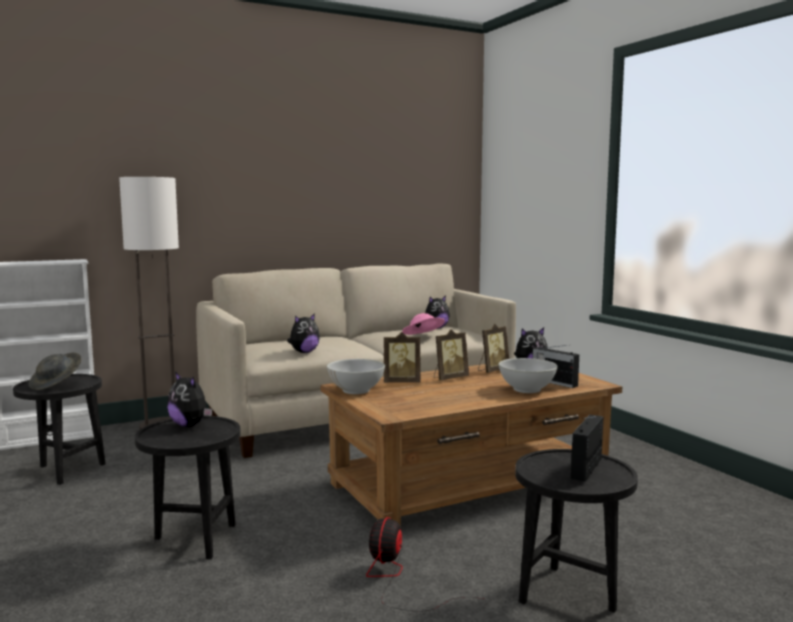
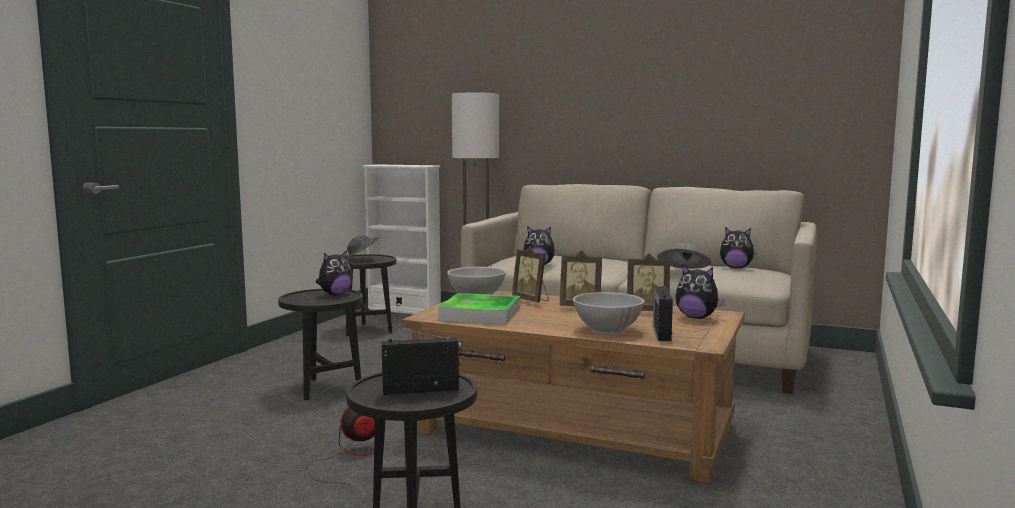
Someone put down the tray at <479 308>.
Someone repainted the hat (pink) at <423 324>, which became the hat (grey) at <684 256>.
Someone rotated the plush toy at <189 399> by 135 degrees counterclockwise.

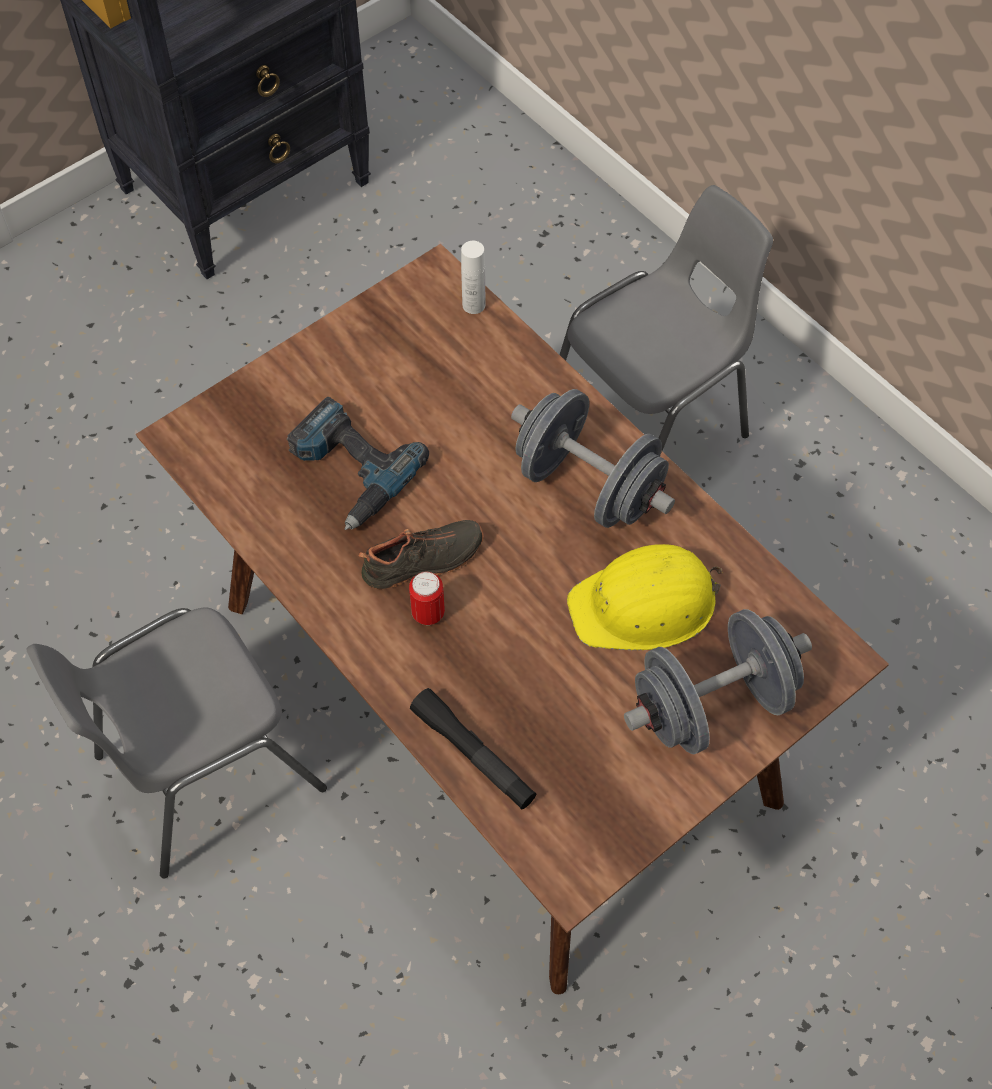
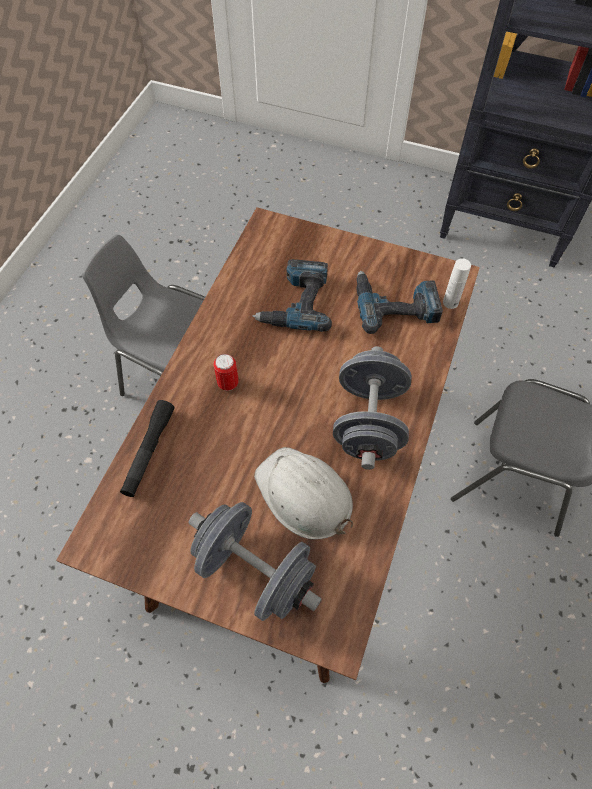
Someone took away the shoe (black) at <421 554>.
Someone put down the power drill at <399 302>.
Someone repainted the hard hat (yellow) at <644 597>, which became the hard hat (white) at <303 493>.

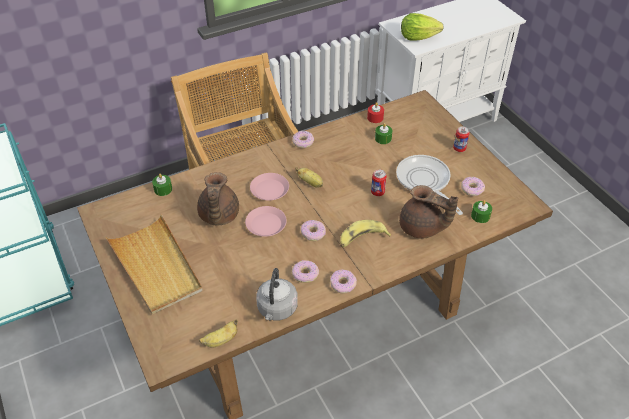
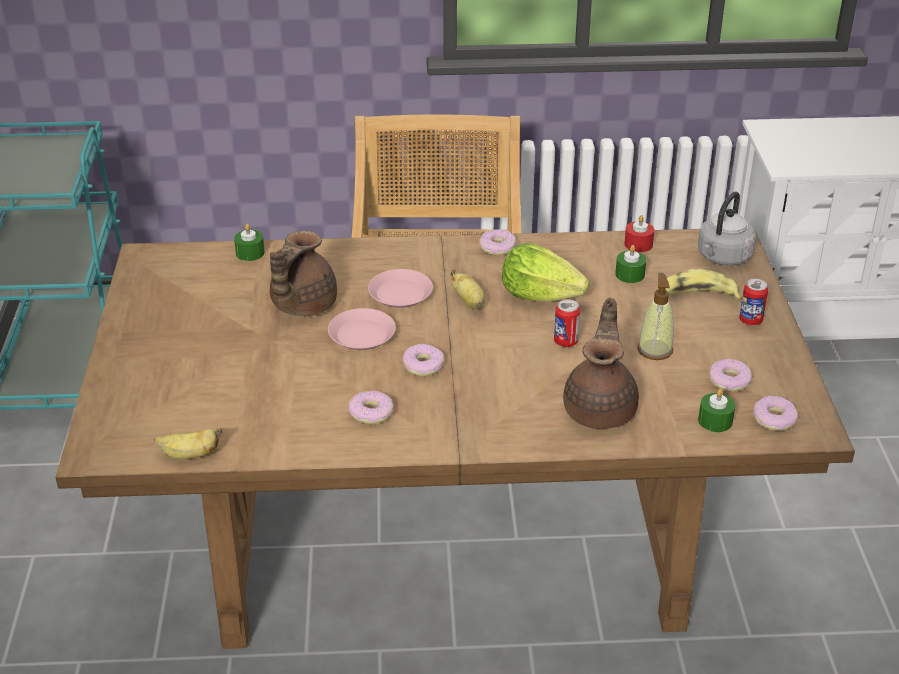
Someone took away the tray (beige) at <154 264>.
Someone carried the kettle (grey) from <277 294> to <727 228>.
Someone carried the donut from <343 282> to <775 413>.
Someone carried the banana from <365 234> to <704 284>.
Someone carried the lettuce from <422 27> to <545 272>.
Someone swapped the frying pan at <429 185> for the soap dispenser at <655 316>.
Someone rotated the teapot (brown) at <428 211> by 135 degrees counterclockwise.

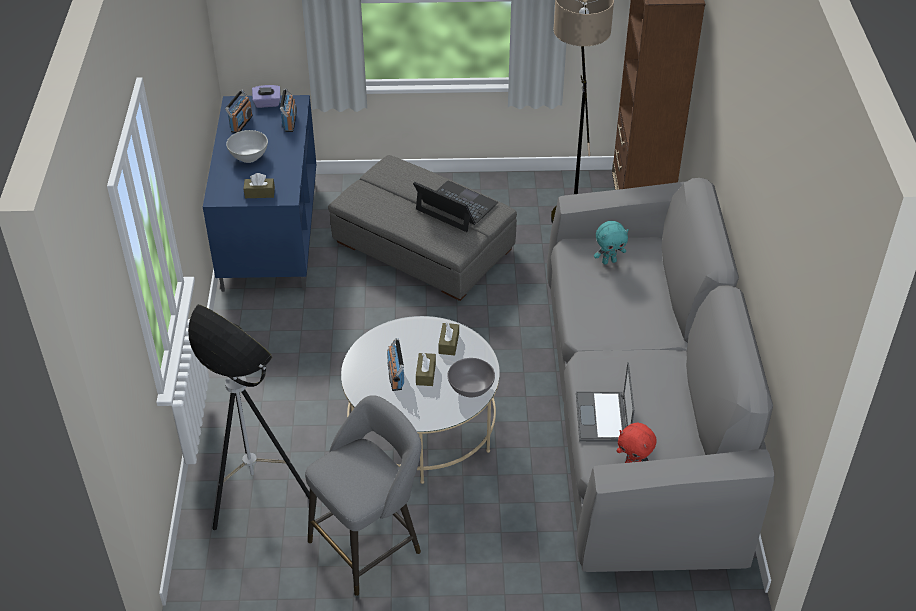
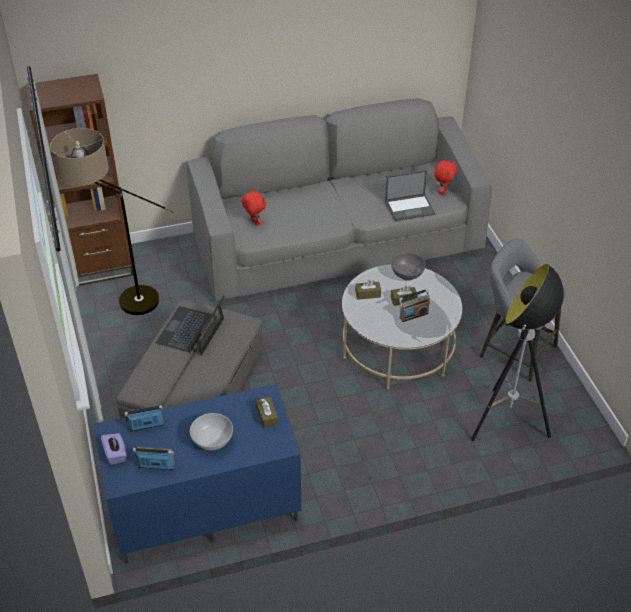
Someone repainted the plush toy (turquoise) at <611 243>, which became the plush toy (red) at <254 207>.

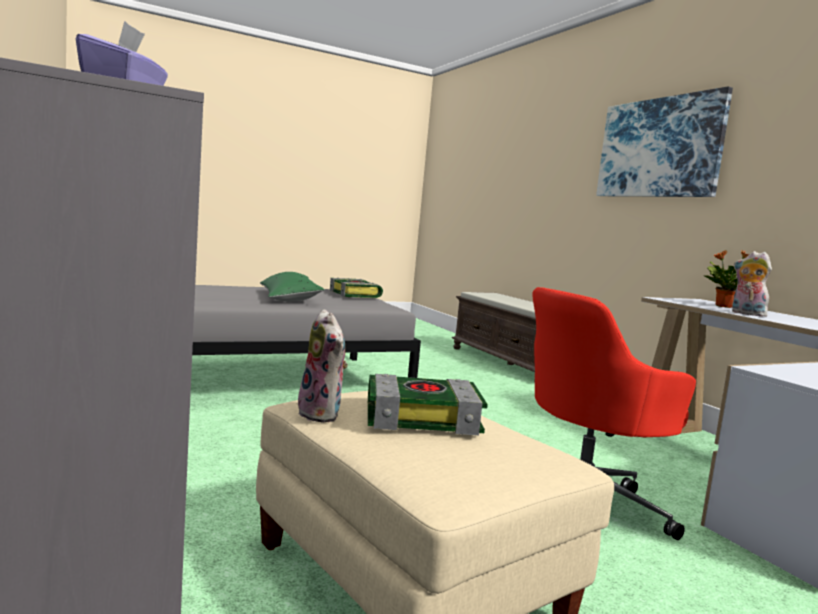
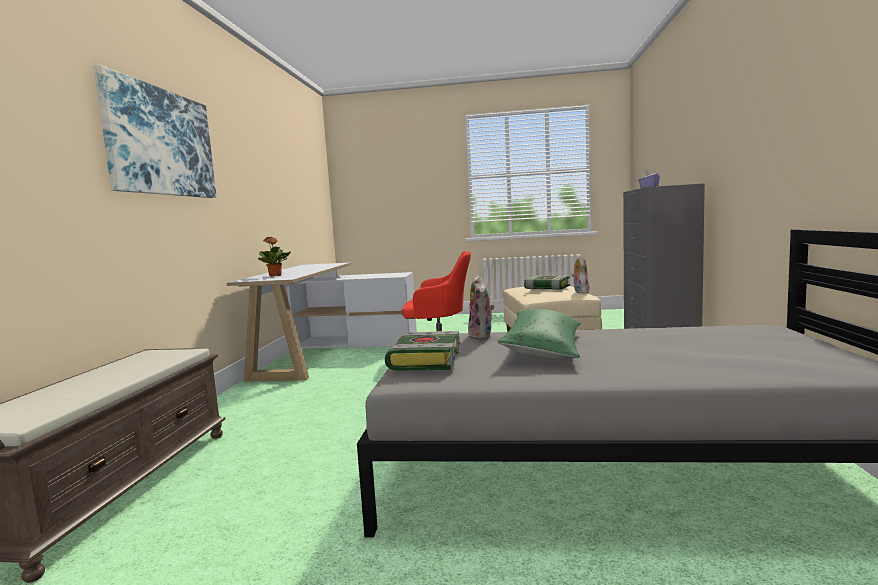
Someone carried the plush toy from <752 284> to <481 307>.

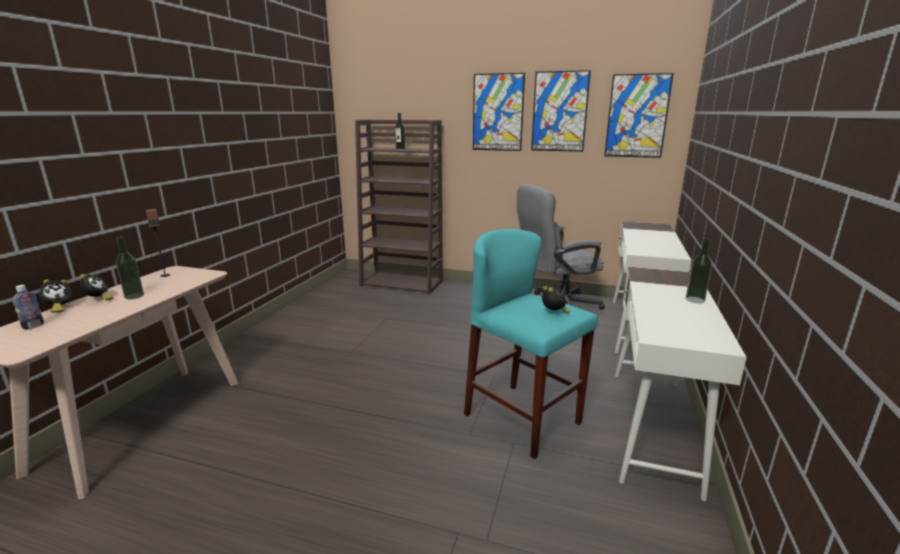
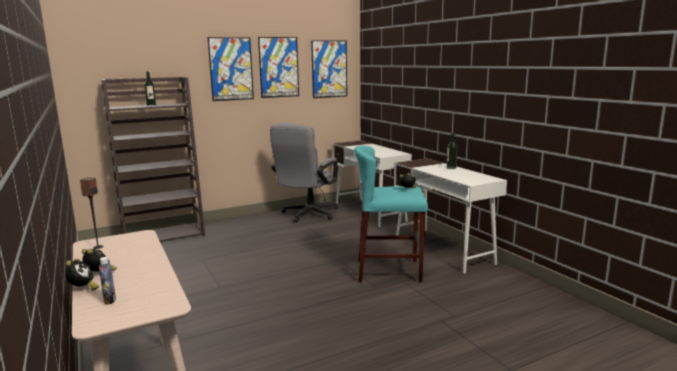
Someone took away the bottle at <130 268>.

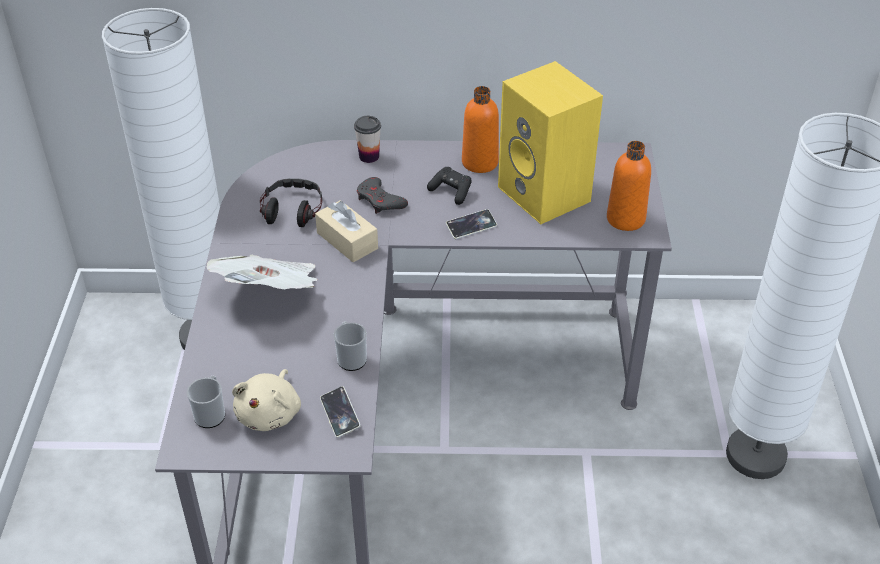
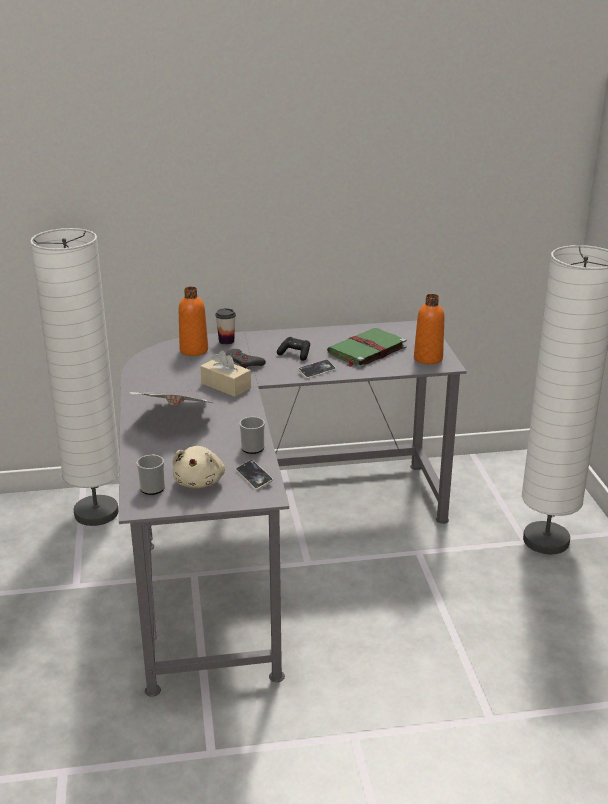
Someone took away the headphones at <291 202>.
Someone carried the bottle (orange) from <480 129> to <193 321>.
Someone swapped the speaker (yellow) at <550 142> for the book (green) at <367 348>.

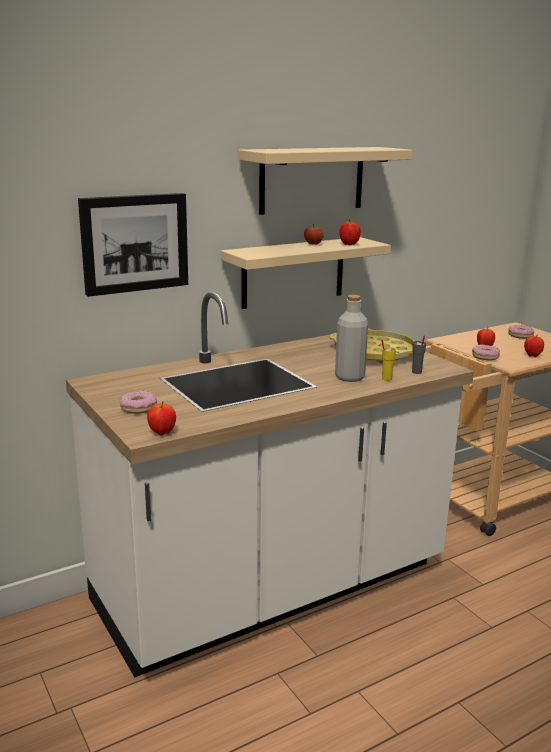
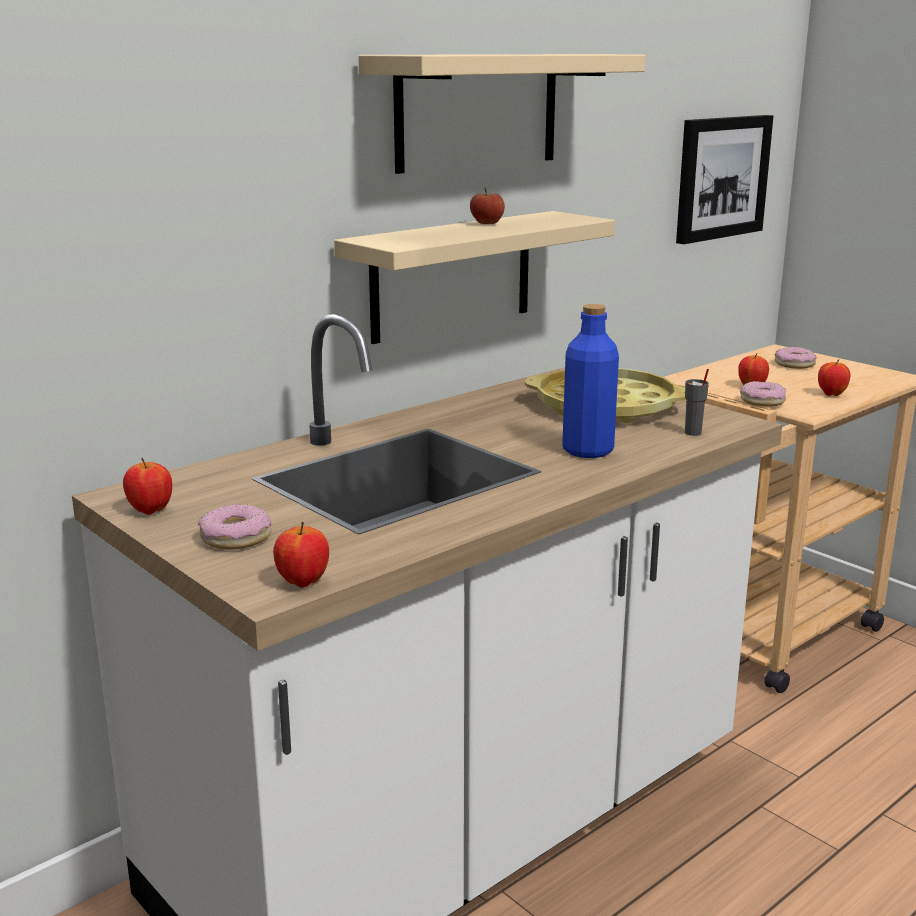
Someone took away the cup (yellow) at <388 360>.
Someone carried the picture from <133 245> to <724 179>.
Someone carried the apple from <350 232> to <147 486>.
Someone repainted the bottle (grey) at <351 338>, which became the bottle (blue) at <590 381>.

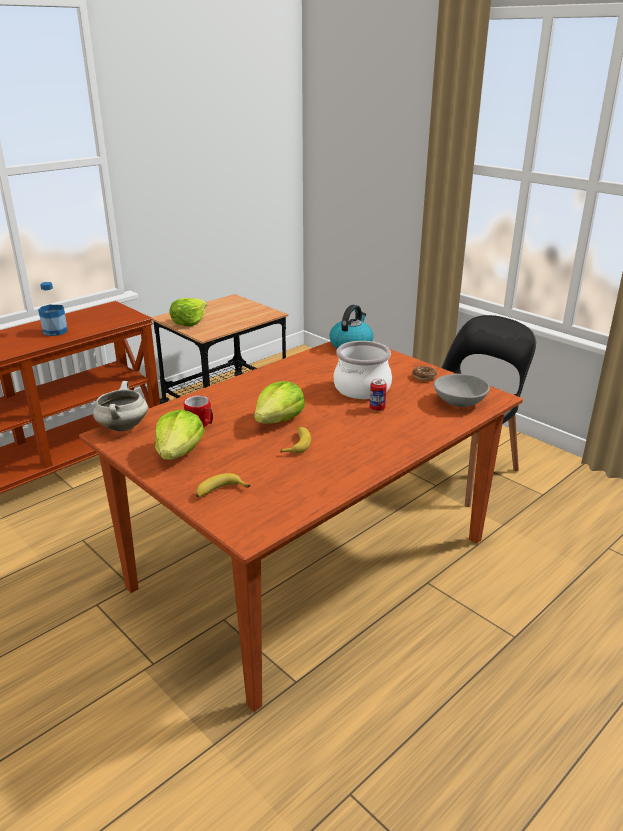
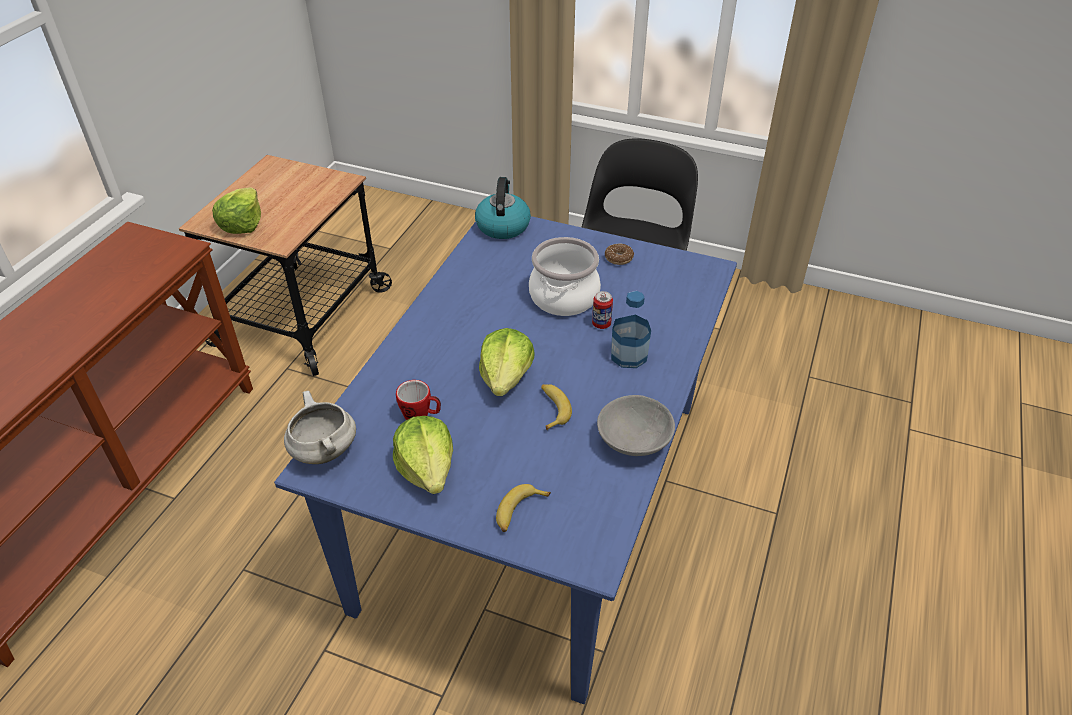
Someone carried the bottle from <52 309> to <631 329>.
Someone carried the bowl (grey) from <462 390> to <636 425>.
Someone repainted the dining table (brown) at <301 526>, which became the dining table (blue) at <505 460>.

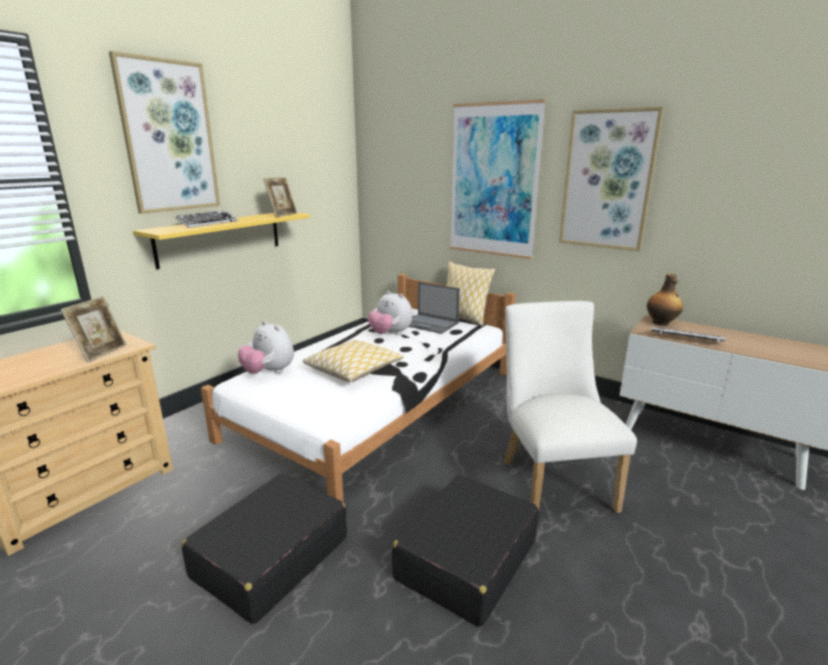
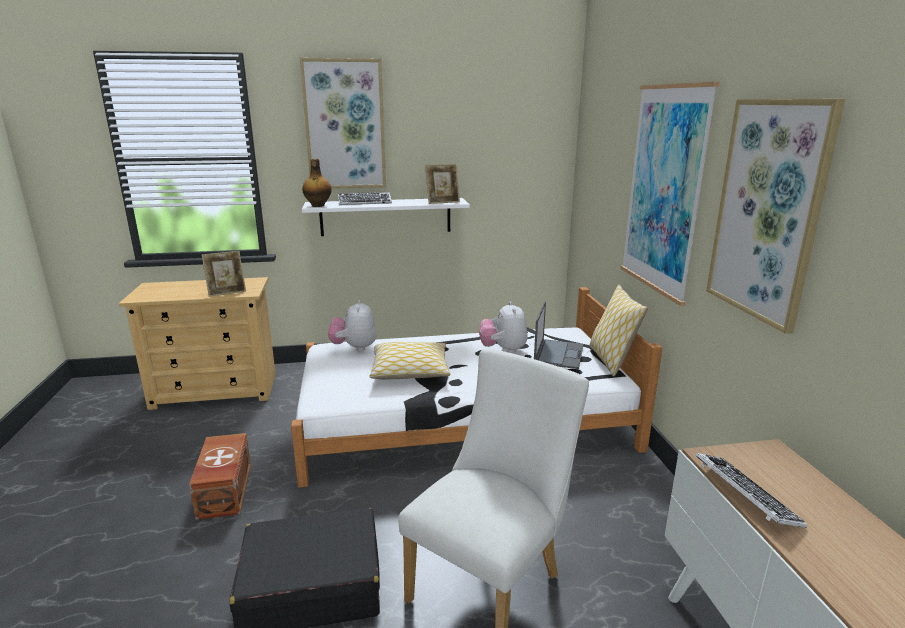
Someone carried the bottle from <665 300> to <317 183>.
Someone swapped the suitcase (black) at <264 548> for the storage box (brown) at <220 476>.
Someone repainted the shelf (yellow) at <221 241>, which became the shelf (white) at <386 217>.
Someone rotated the laptop at <434 308> by 150 degrees counterclockwise.

